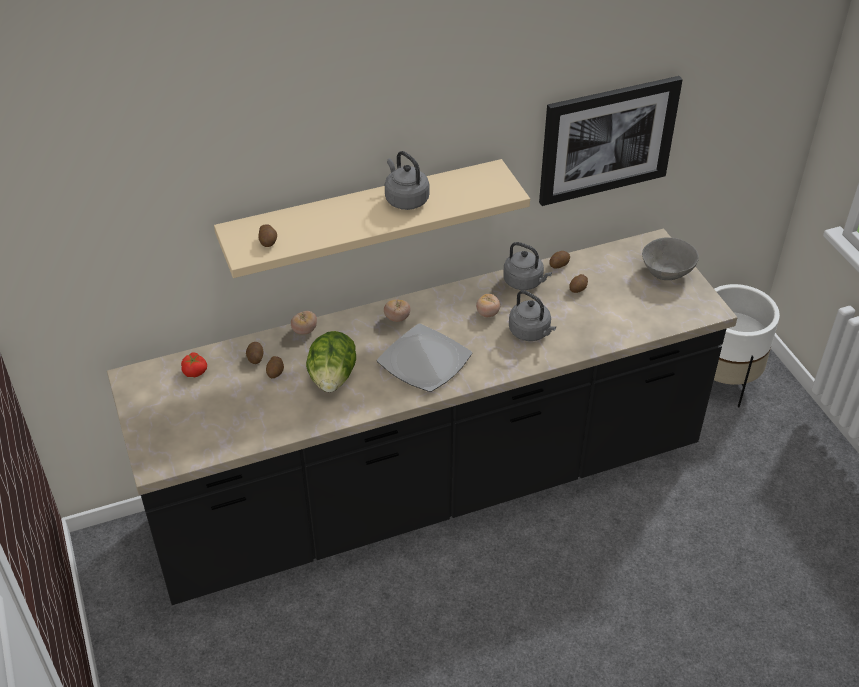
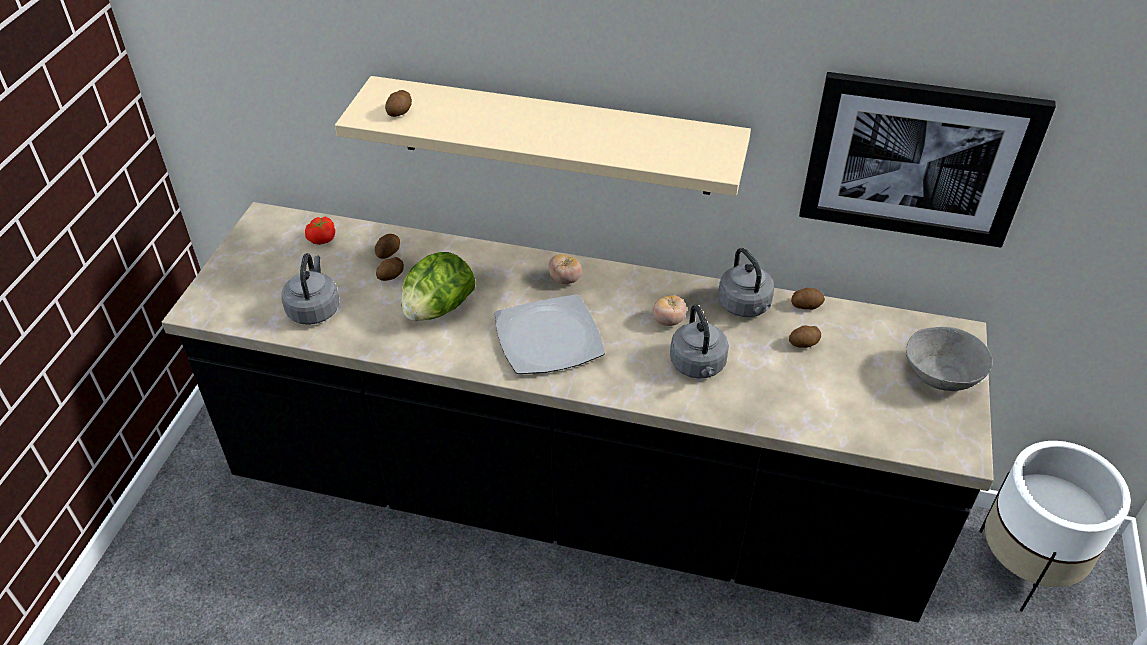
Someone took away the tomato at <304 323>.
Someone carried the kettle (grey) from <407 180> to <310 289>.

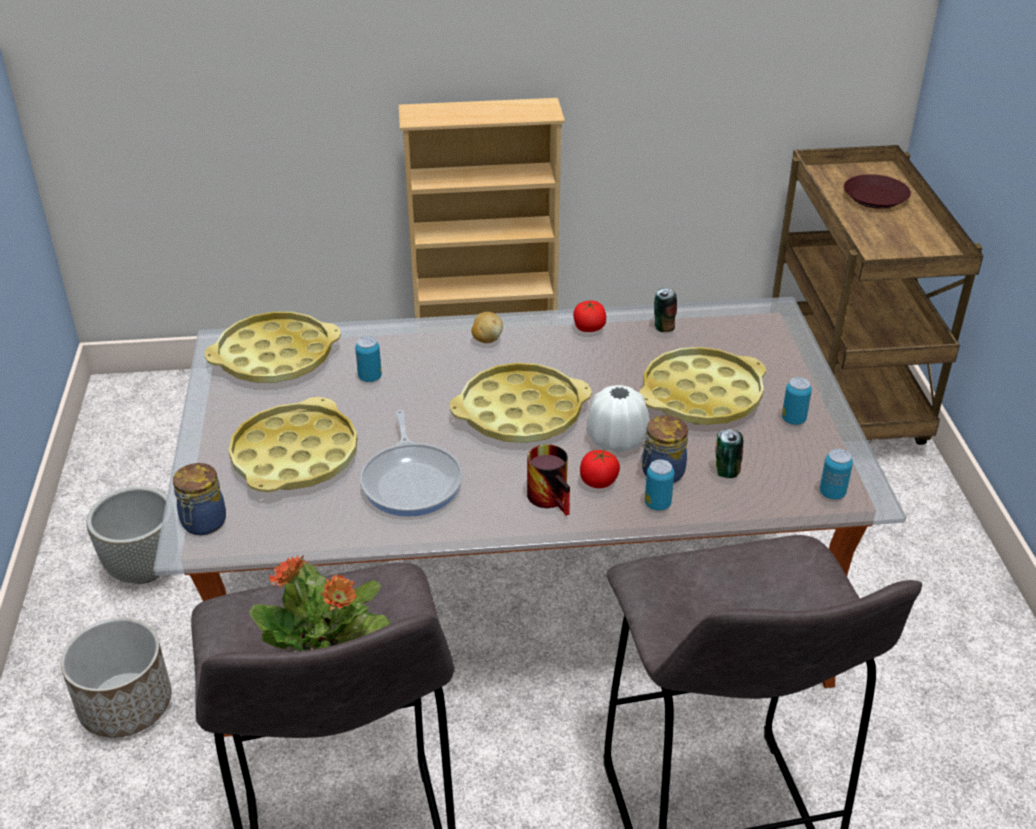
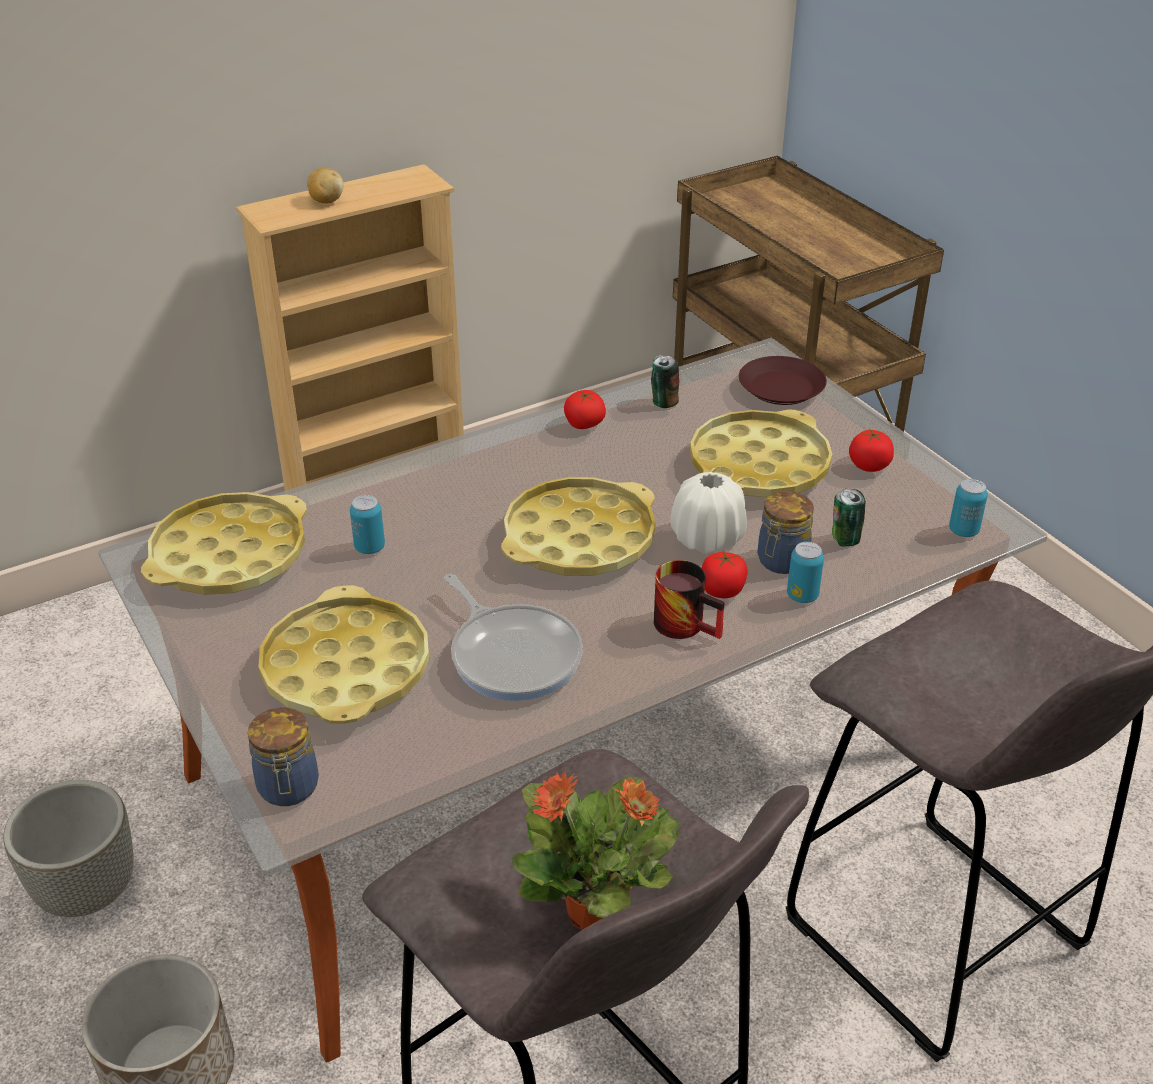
Someone carried the potato from <487 327> to <325 186>.
Someone carried the plate (brown) from <877 191> to <783 380>.
Someone swapped the can at <797 401> for the tomato at <871 451>.

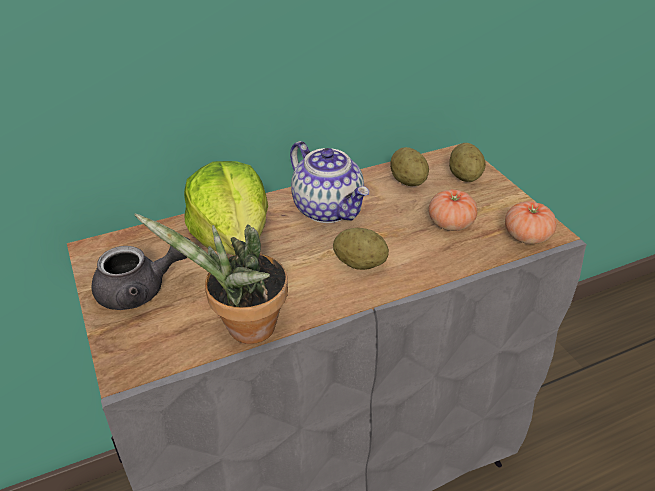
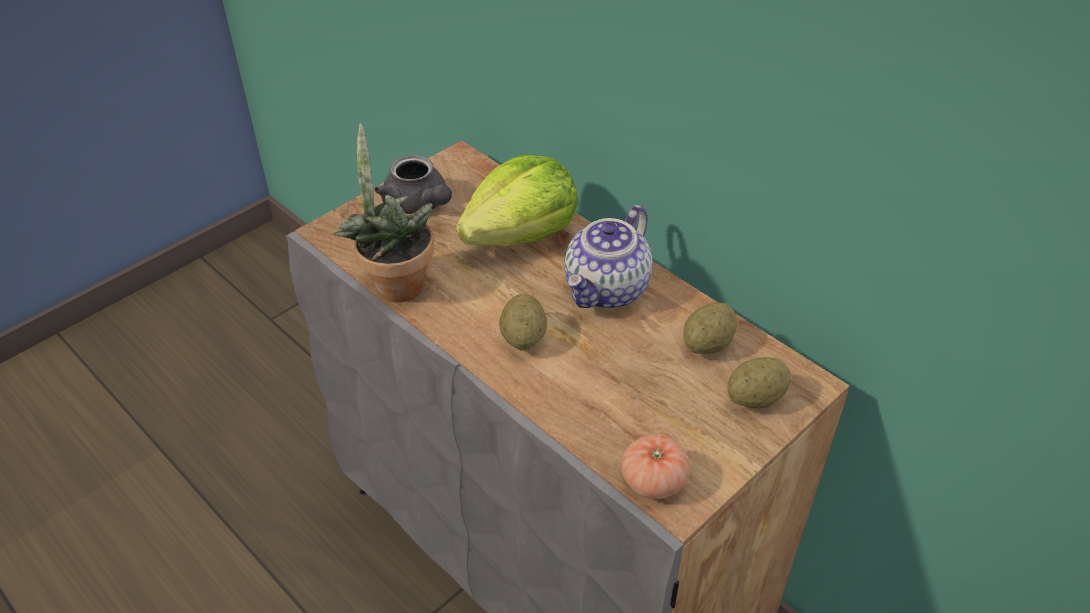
Someone took away the tomato at <453 210>.

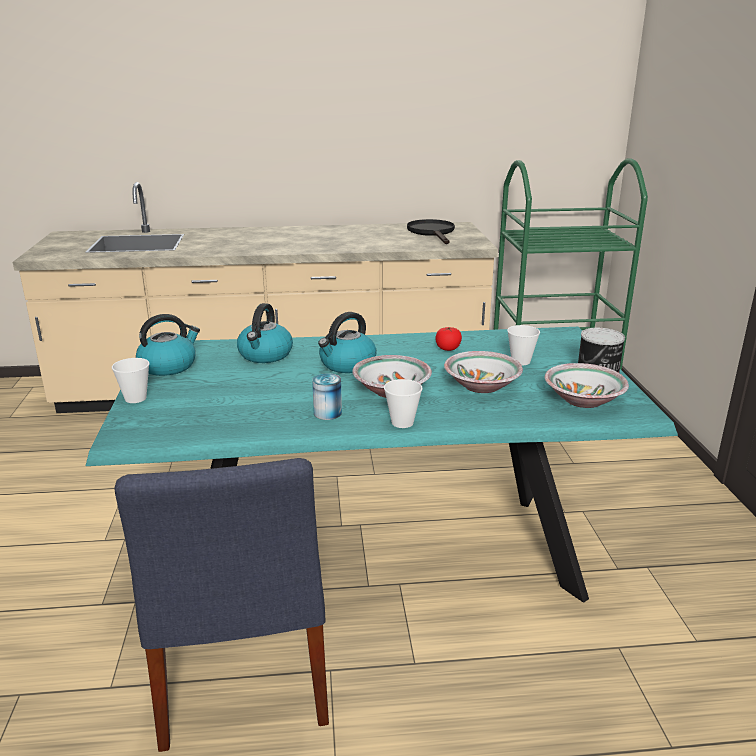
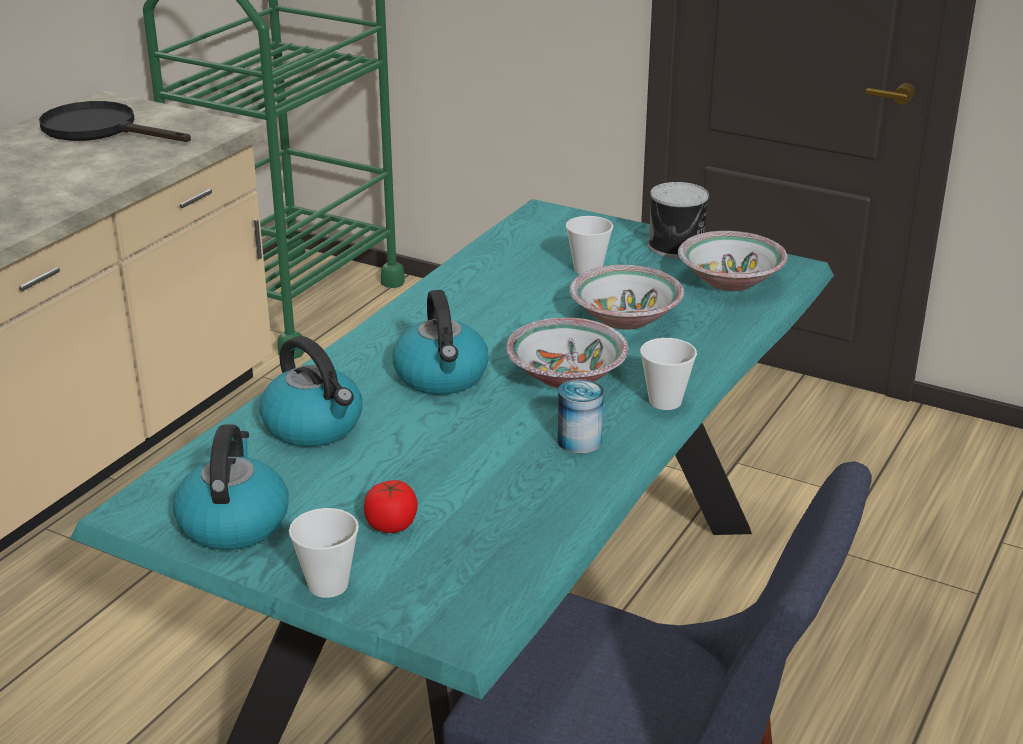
Someone carried the tomato from <448 339> to <391 506>.

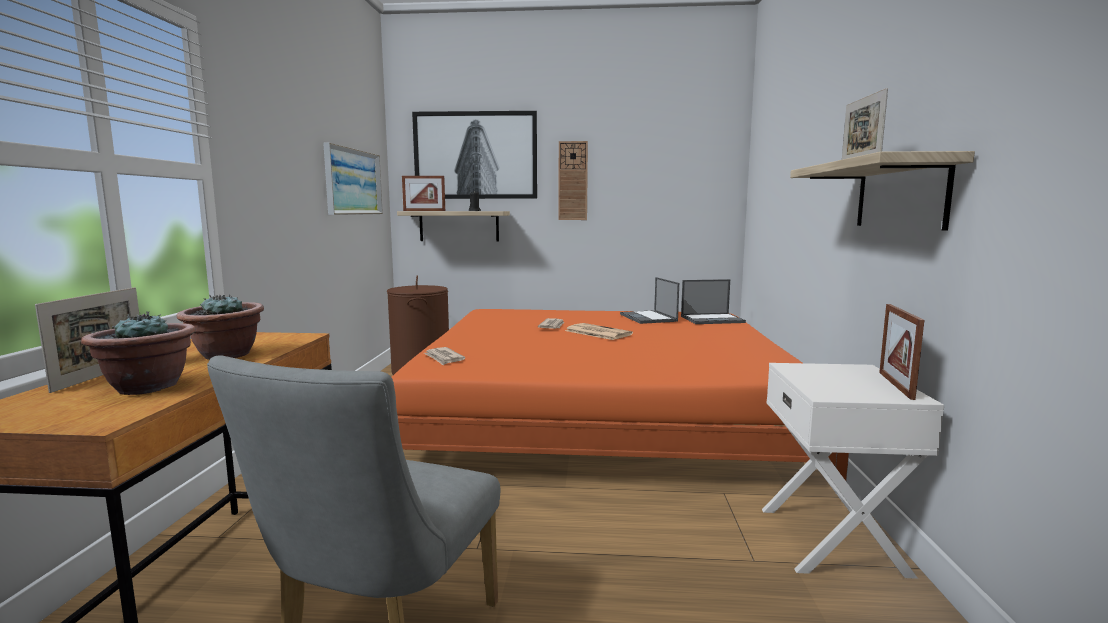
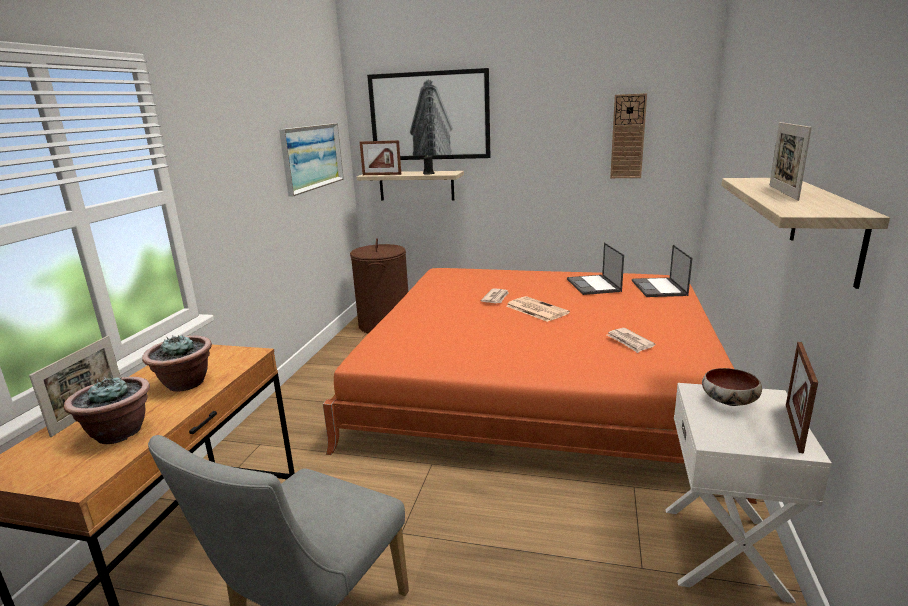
Someone put down the bowl at <732 387>.
Someone carried the newspaper from <444 356> to <631 340>.
Someone carried the wall clock from <573 180> to <628 135>.
Someone rotated the laptop at <713 301> by 90 degrees clockwise.

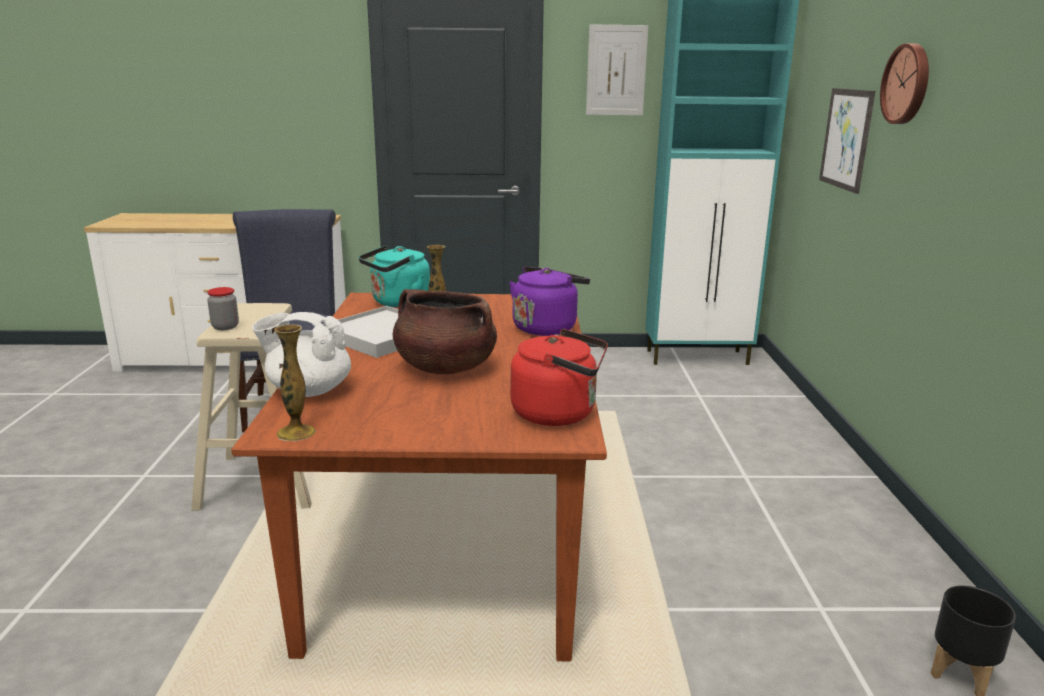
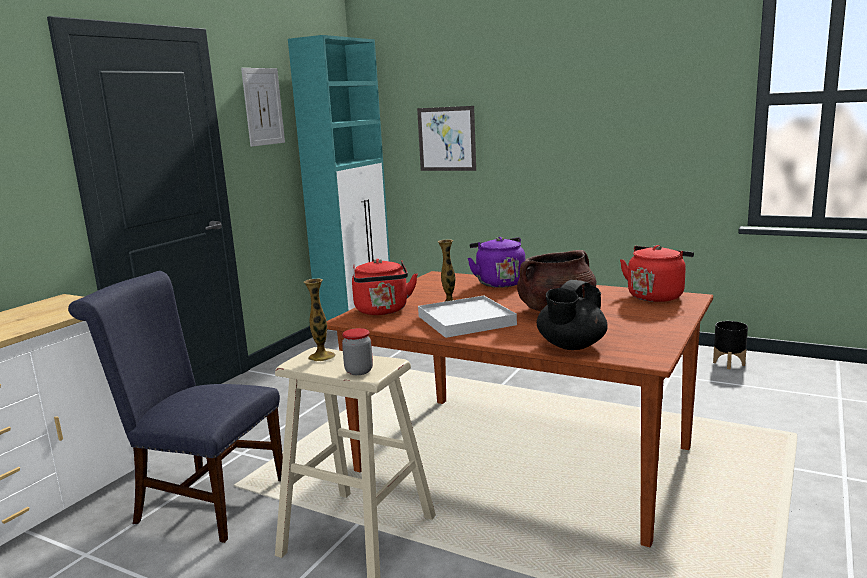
Someone took away the wall clock at <904 83>.
Someone carried the vase from <295 383> to <320 320>.
Someone repainted the teapot (white) at <301 354>, which became the teapot (black) at <572 315>.
Someone repainted the kettle (turquoise) at <394 276>, which became the kettle (red) at <385 287>.

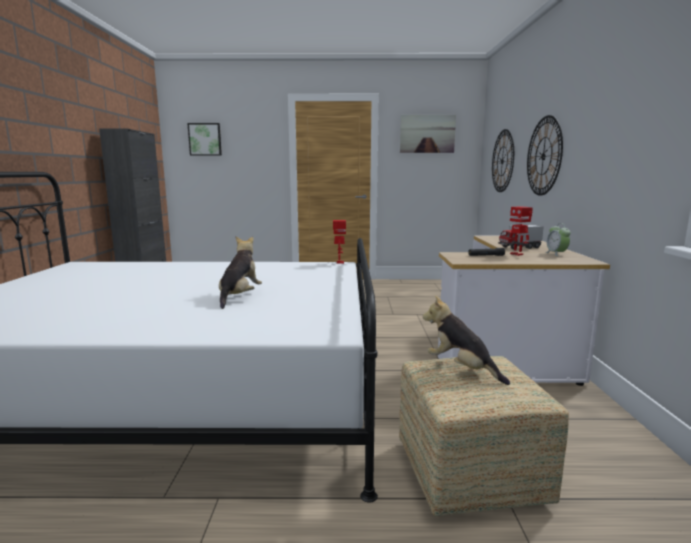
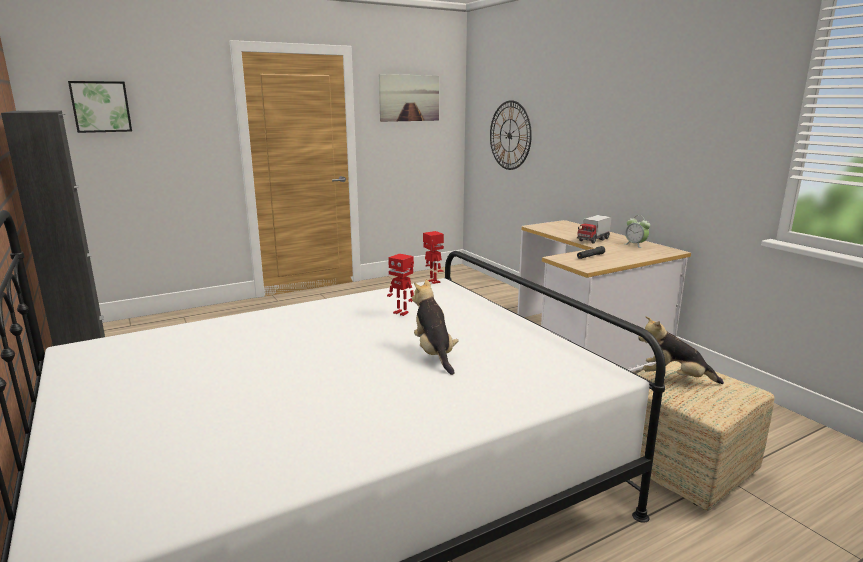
Someone took away the wall clock at <545 155>.
Someone carried the toy robot from <520 231> to <400 285>.

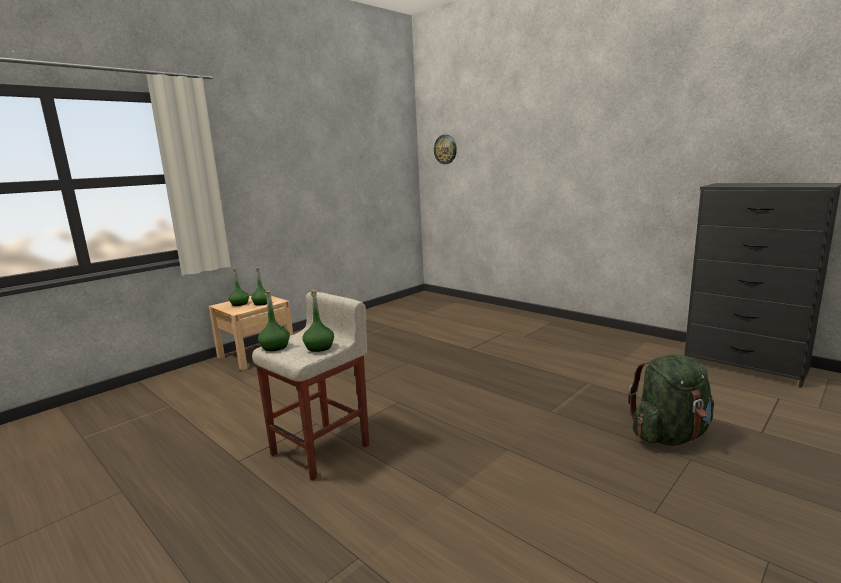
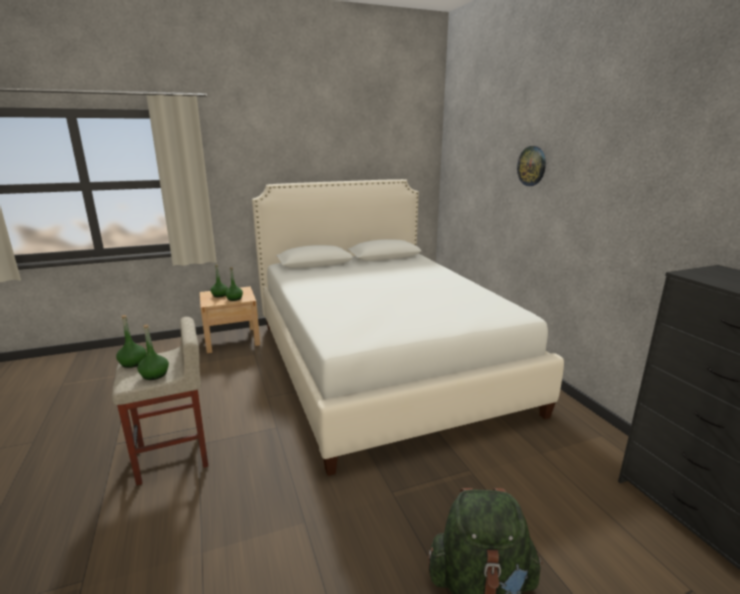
Someone put down the bed (white) at <408 327>.
Someone carried the wall clock from <445 149> to <531 166>.

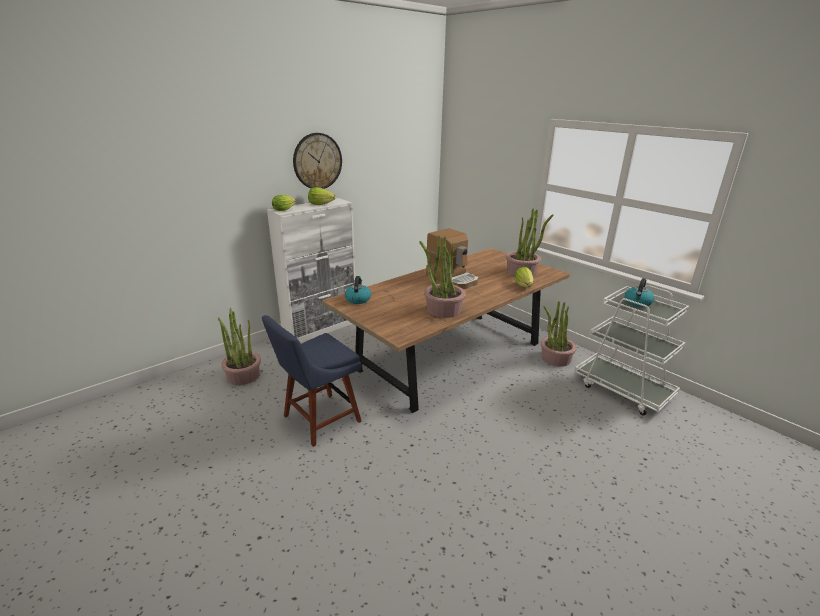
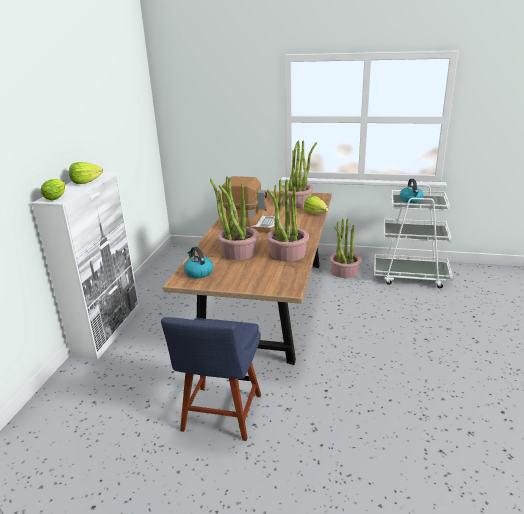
Someone took away the wall clock at <317 161>.
Someone carried the potted plant from <239 346> to <234 218>.

